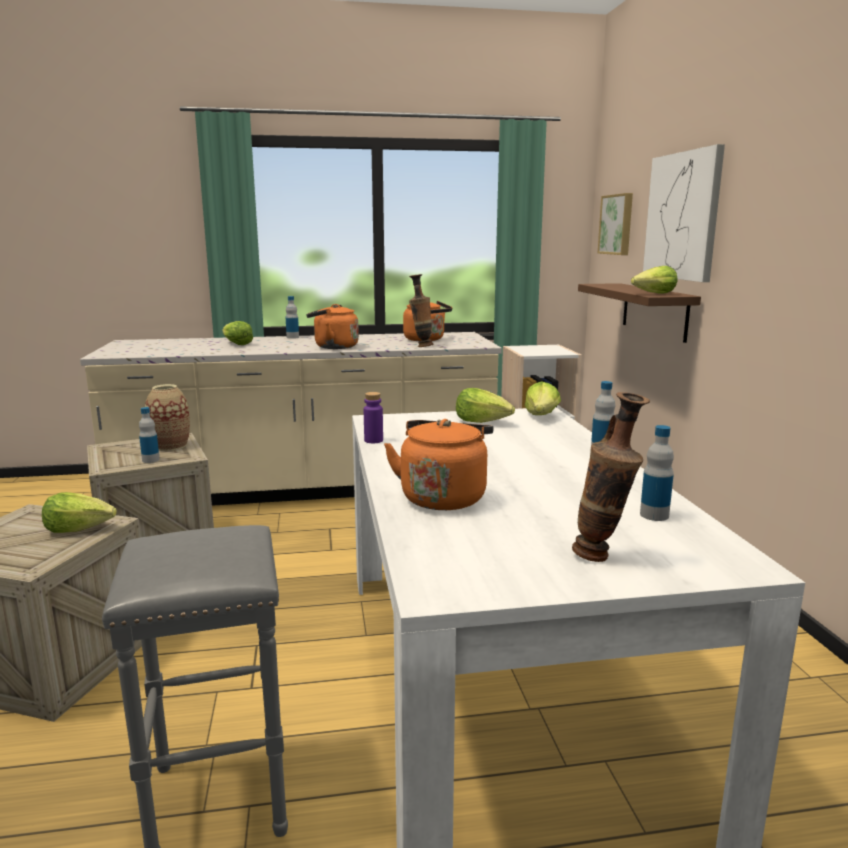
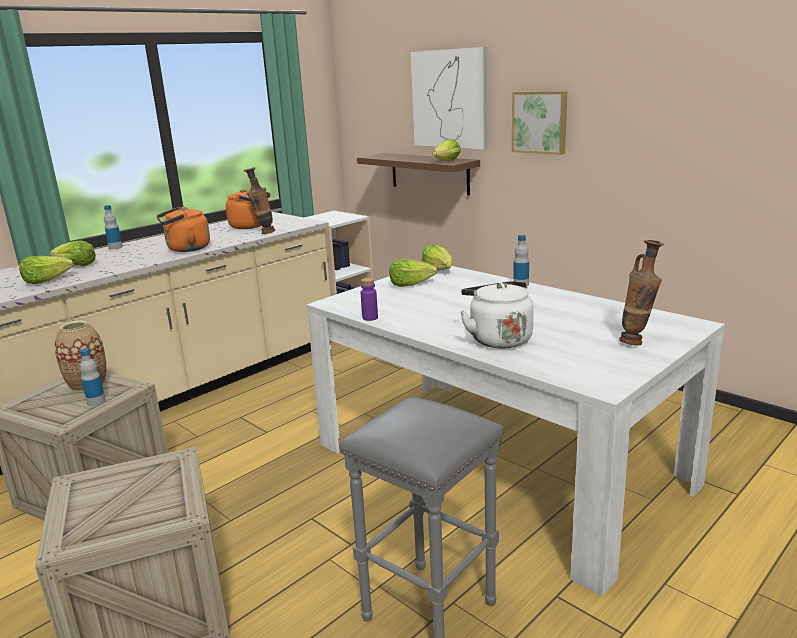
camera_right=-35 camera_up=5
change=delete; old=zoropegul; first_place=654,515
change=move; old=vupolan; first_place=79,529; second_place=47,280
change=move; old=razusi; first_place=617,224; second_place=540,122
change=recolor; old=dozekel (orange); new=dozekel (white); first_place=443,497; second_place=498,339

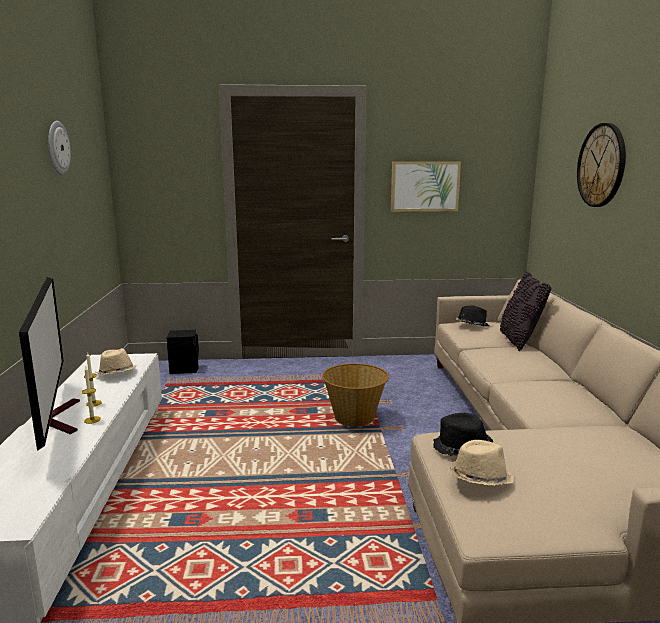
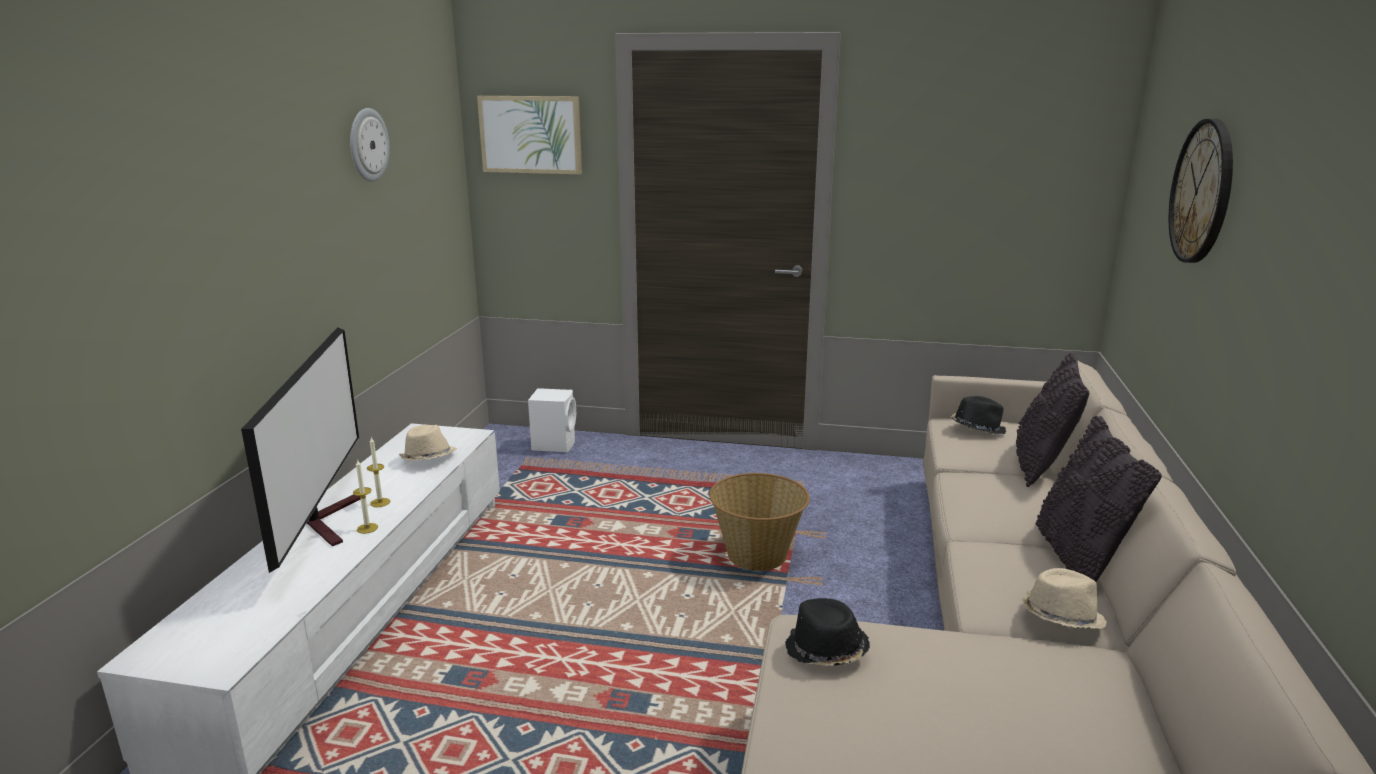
camera_right=15 camera_up=5
change=insert; new=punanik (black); second_place=1079,558
change=move; old=razusi; first_place=425,186; second_place=531,134
change=move; old=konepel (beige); first_place=479,479; second_place=1060,617
change=recolor; old=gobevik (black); new=gobevik (white); first_place=184,369; second_place=554,444

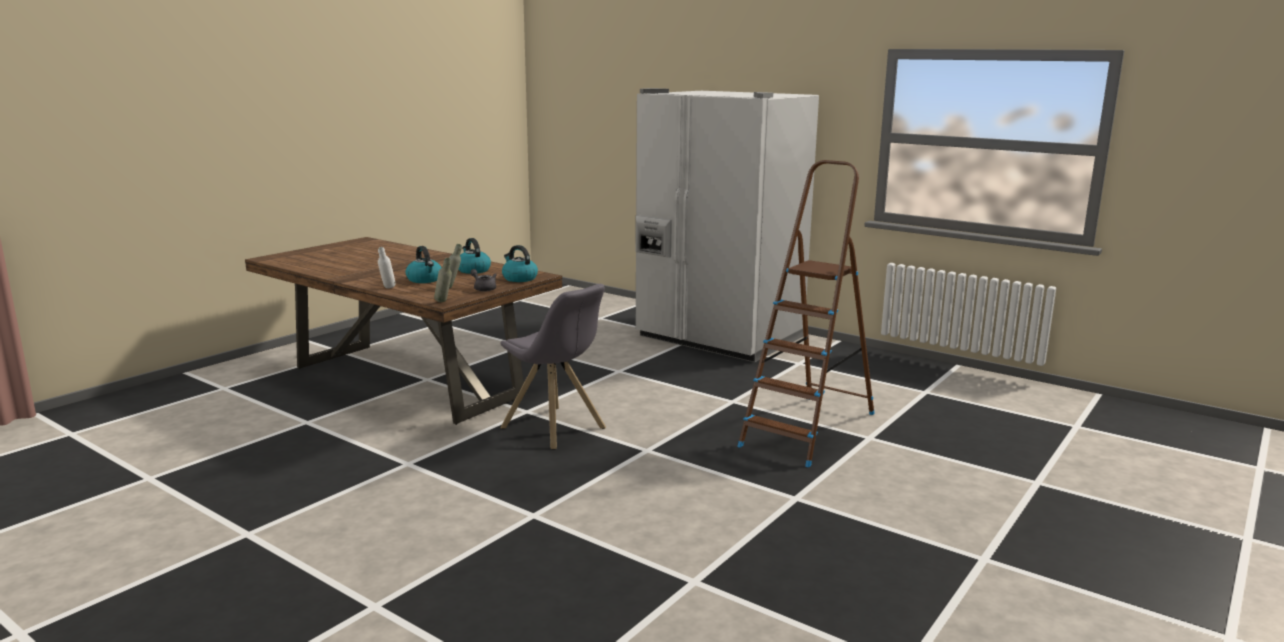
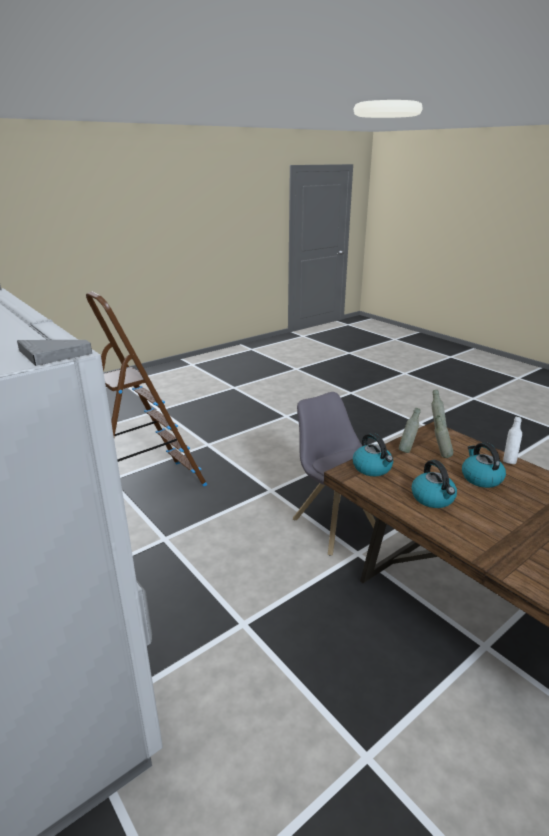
camera_right=-165 camera_up=10
change=replace; old=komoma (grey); new=zoropegul (grey); first_place=483,288; second_place=407,450

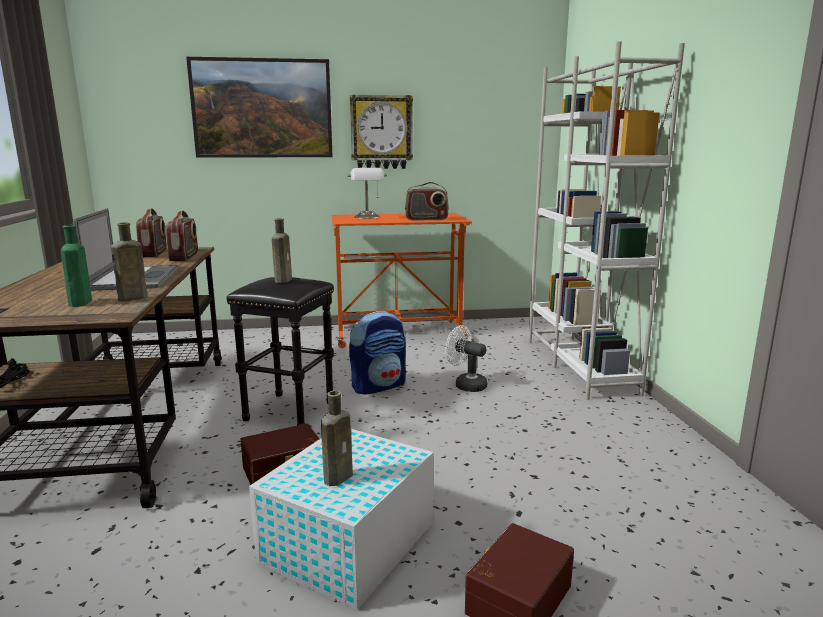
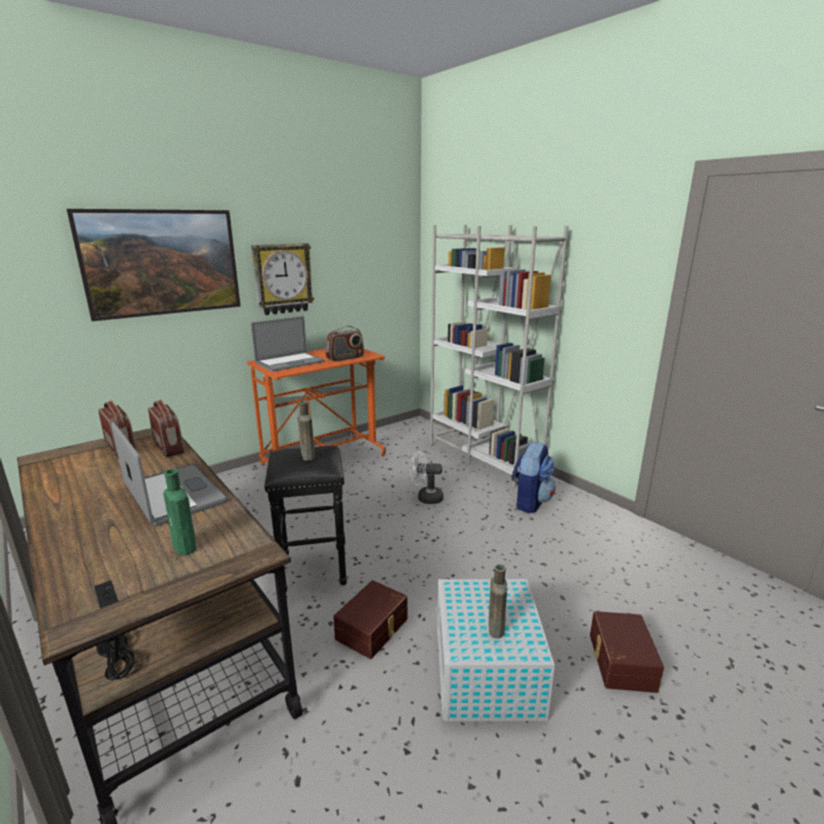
camera_right=-30 camera_up=5
change=delete; old=zoropegul (brown); first_place=130,298
change=move; old=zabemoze; first_place=379,386; second_place=530,501
change=replace; old=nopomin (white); new=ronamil; first_place=368,217; second_place=290,362

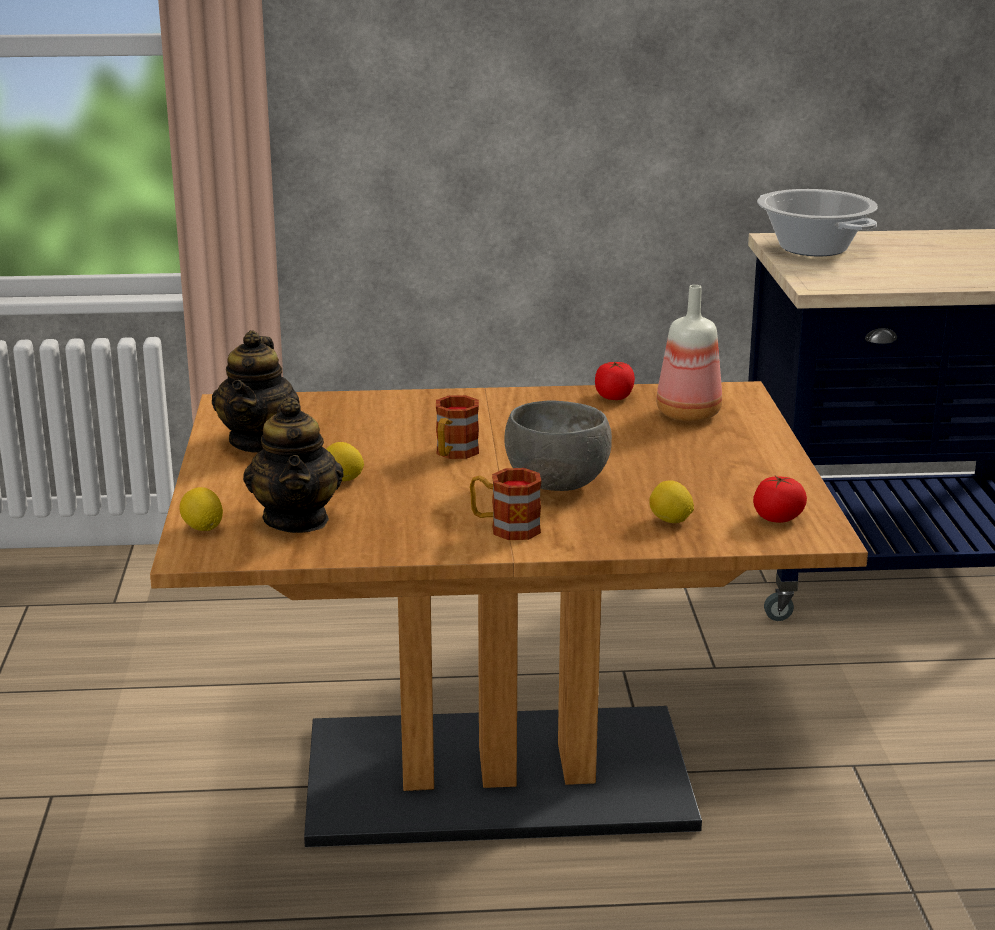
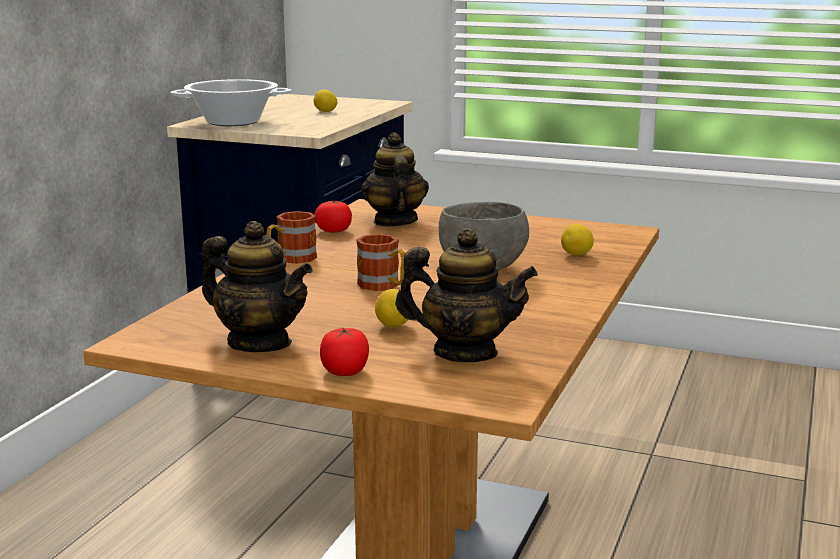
camera_right=-65 camera_up=-5
change=move; old=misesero; first_place=202,528; second_place=325,112
change=move; old=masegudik; first_place=505,528; second_place=290,259
change=move; old=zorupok; first_place=778,518; second_place=345,371
change=replace; old=zoropegul; new=komoma; first_place=686,414; second_place=394,221

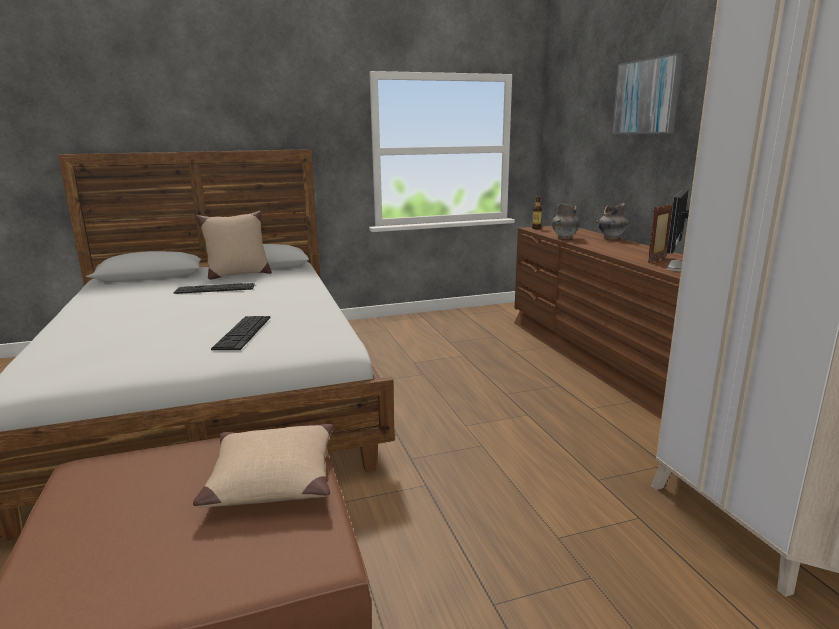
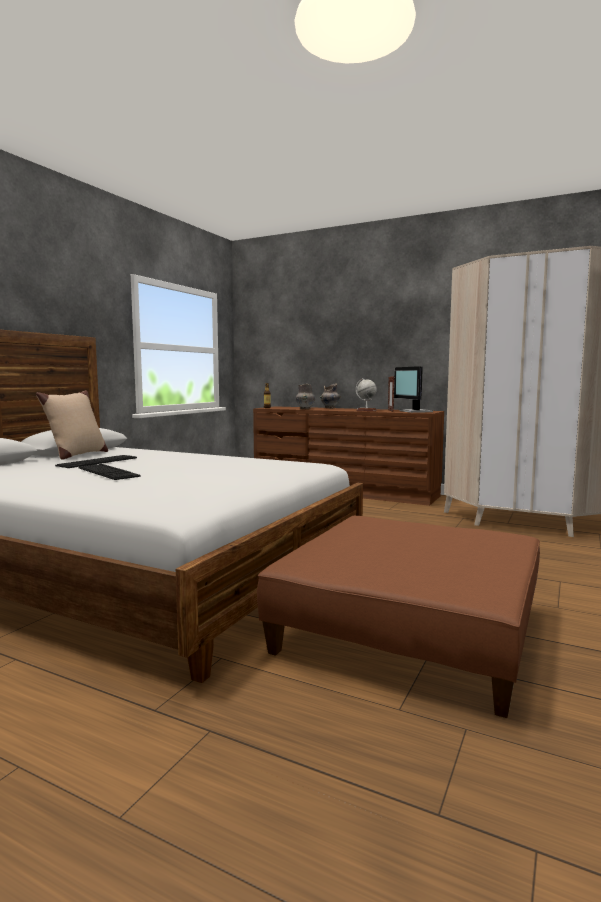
camera_right=-45 camera_up=-10
change=delete; old=punanik (beige); first_place=271,478
change=delete; old=razusi; first_place=646,96
change=insert; new=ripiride; second_place=366,410
change=move; old=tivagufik; first_place=243,332; second_place=108,472

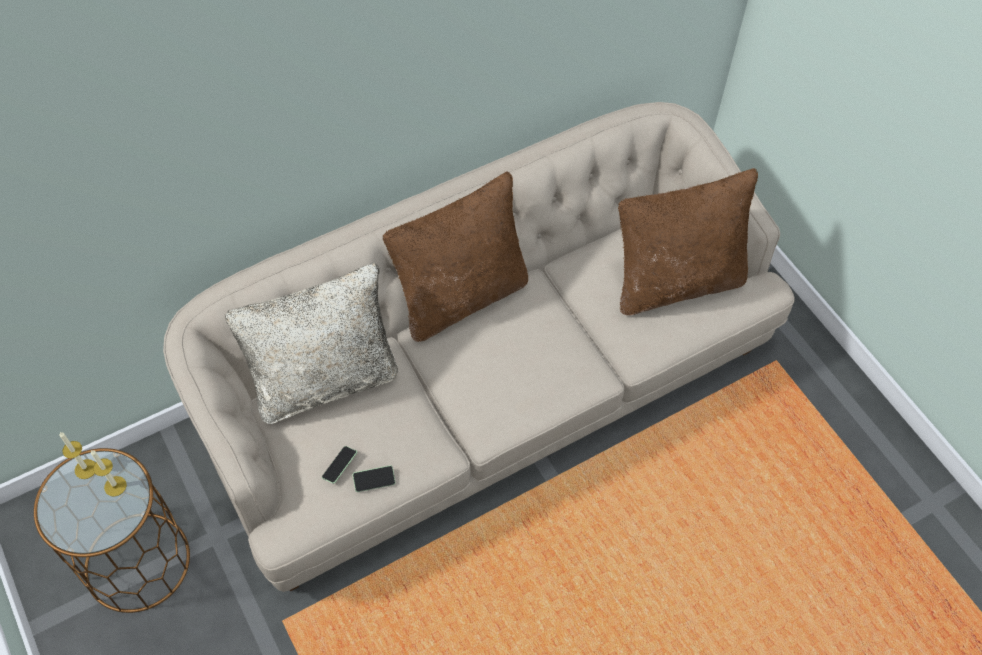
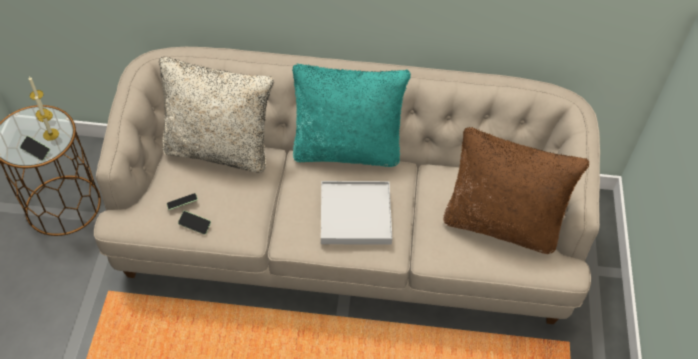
camera_right=35 camera_up=-5
change=insert; new=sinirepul; second_place=36,151
change=insert; new=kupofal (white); second_place=355,215
change=recolor; old=punanik (brown); new=punanik (turquoise); first_place=463,299; second_place=347,153

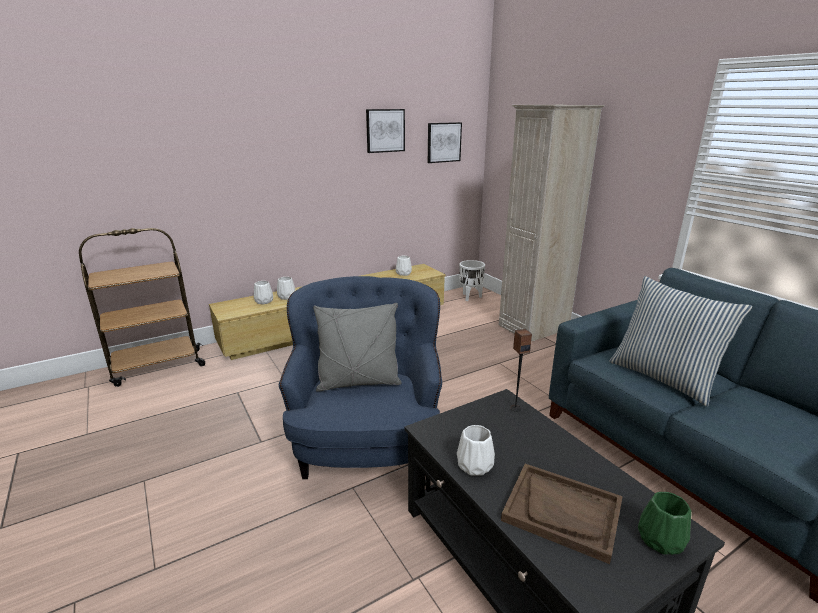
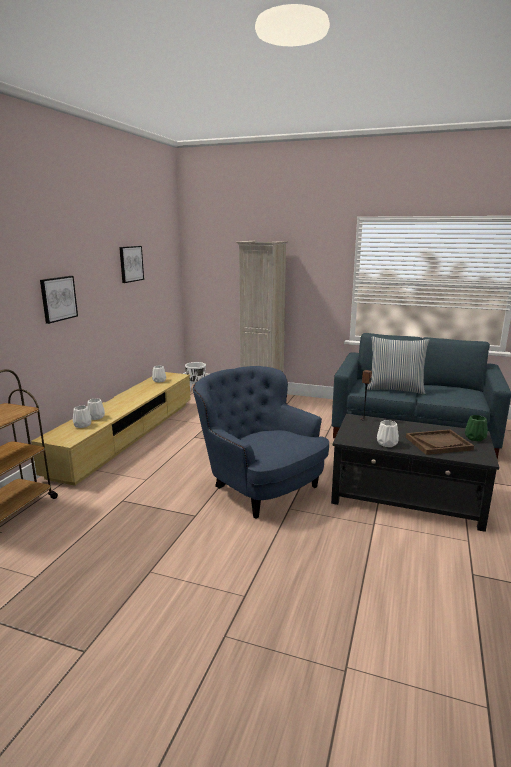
camera_right=-40 camera_up=-5
change=delete; old=punanik (grey); first_place=358,383
change=move; old=razusi; first_place=443,142; second_place=58,298

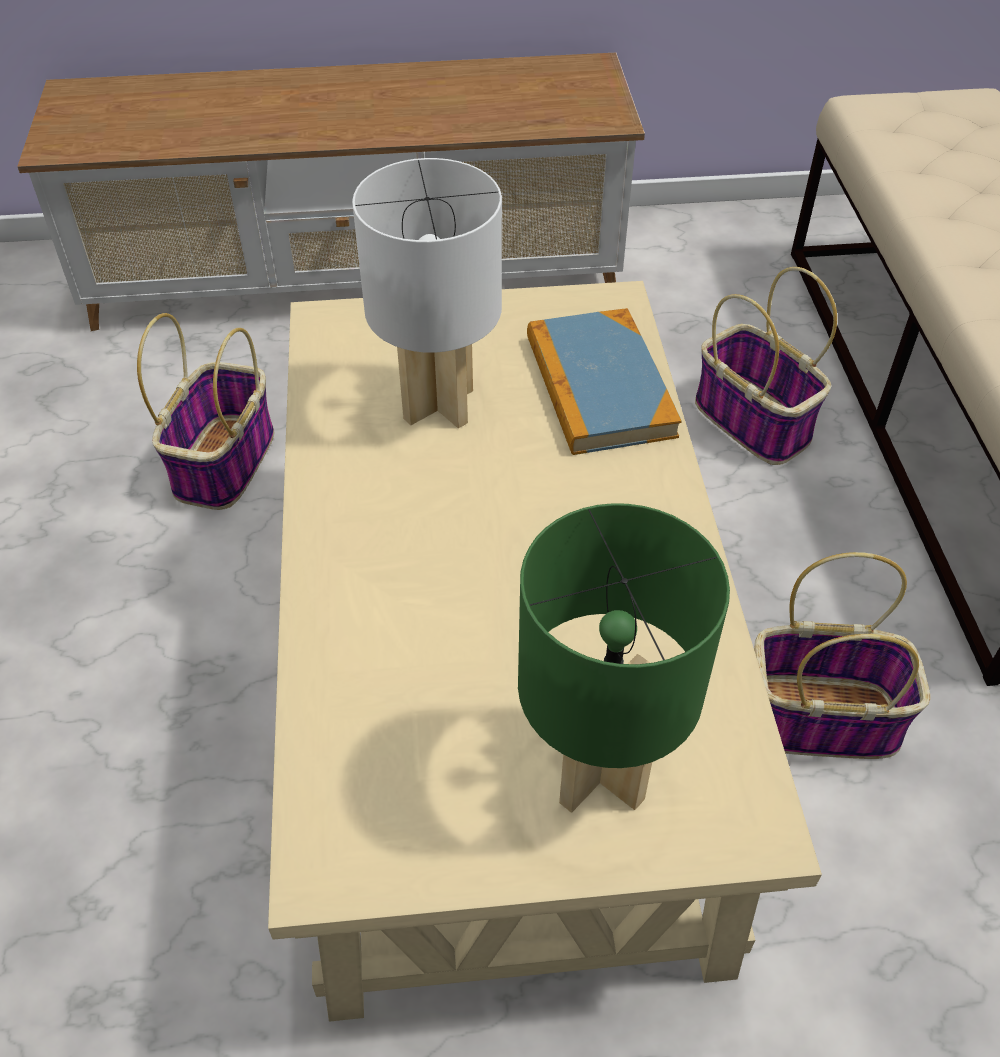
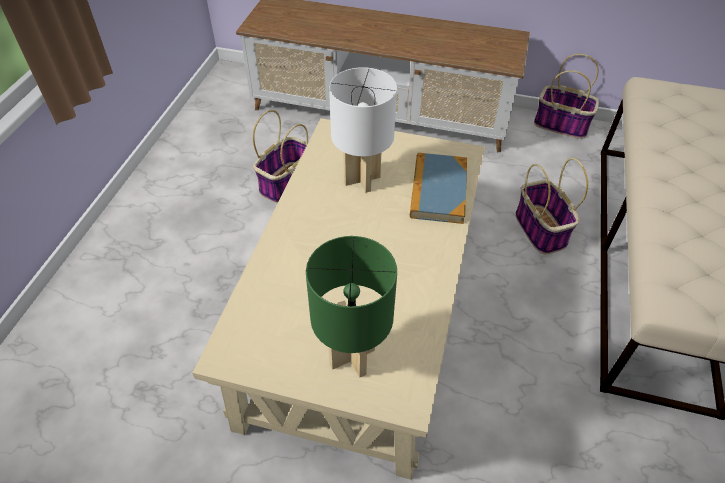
camera_right=20 camera_up=0
change=move; old=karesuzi; first_place=821,718; second_place=562,125

